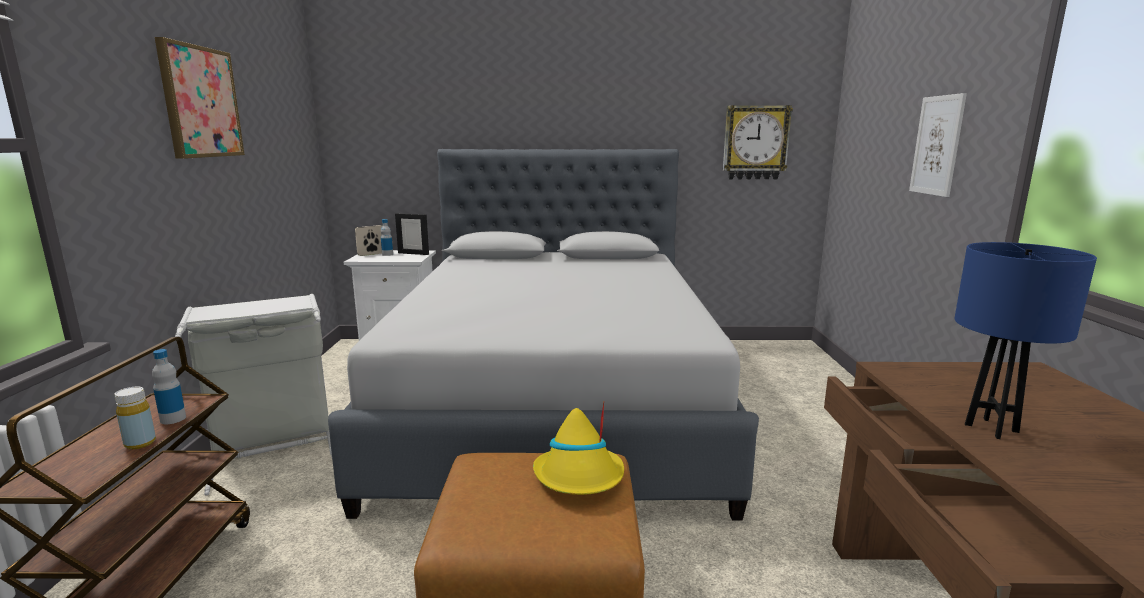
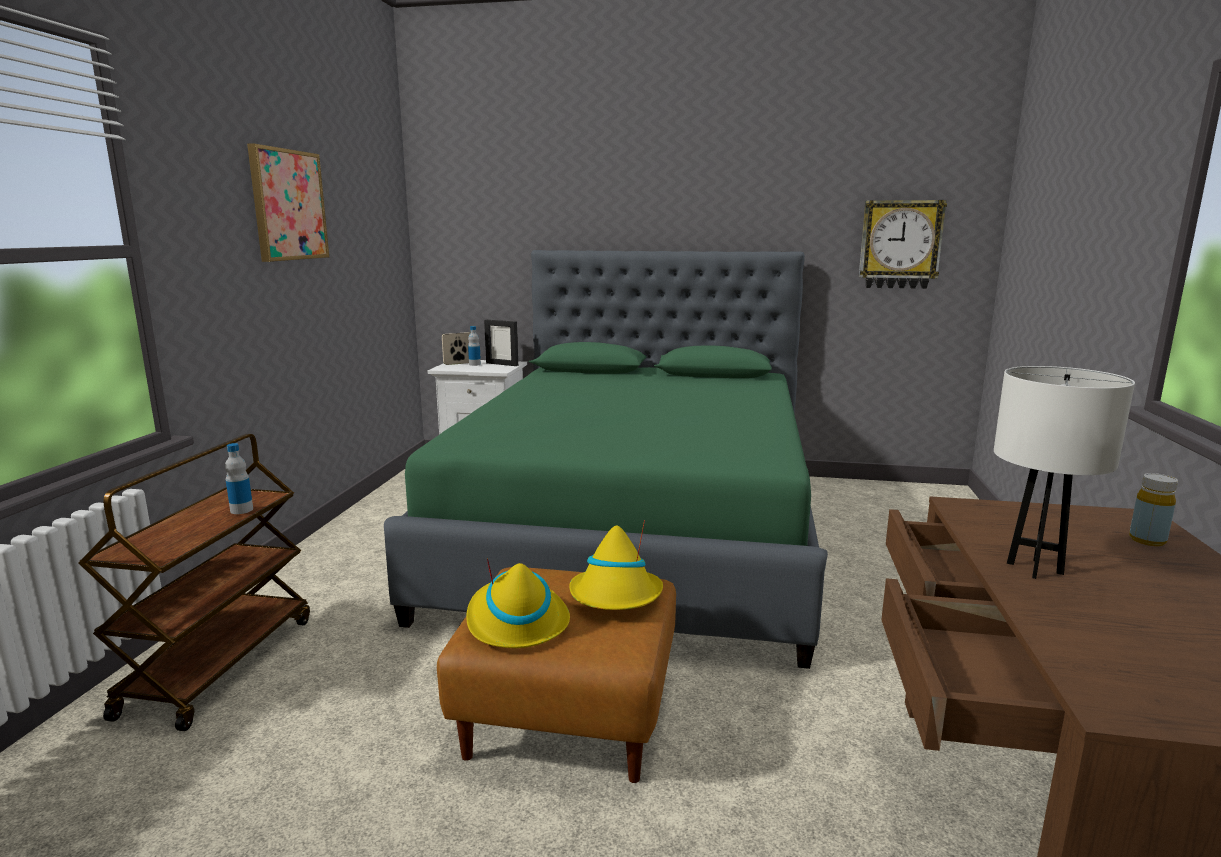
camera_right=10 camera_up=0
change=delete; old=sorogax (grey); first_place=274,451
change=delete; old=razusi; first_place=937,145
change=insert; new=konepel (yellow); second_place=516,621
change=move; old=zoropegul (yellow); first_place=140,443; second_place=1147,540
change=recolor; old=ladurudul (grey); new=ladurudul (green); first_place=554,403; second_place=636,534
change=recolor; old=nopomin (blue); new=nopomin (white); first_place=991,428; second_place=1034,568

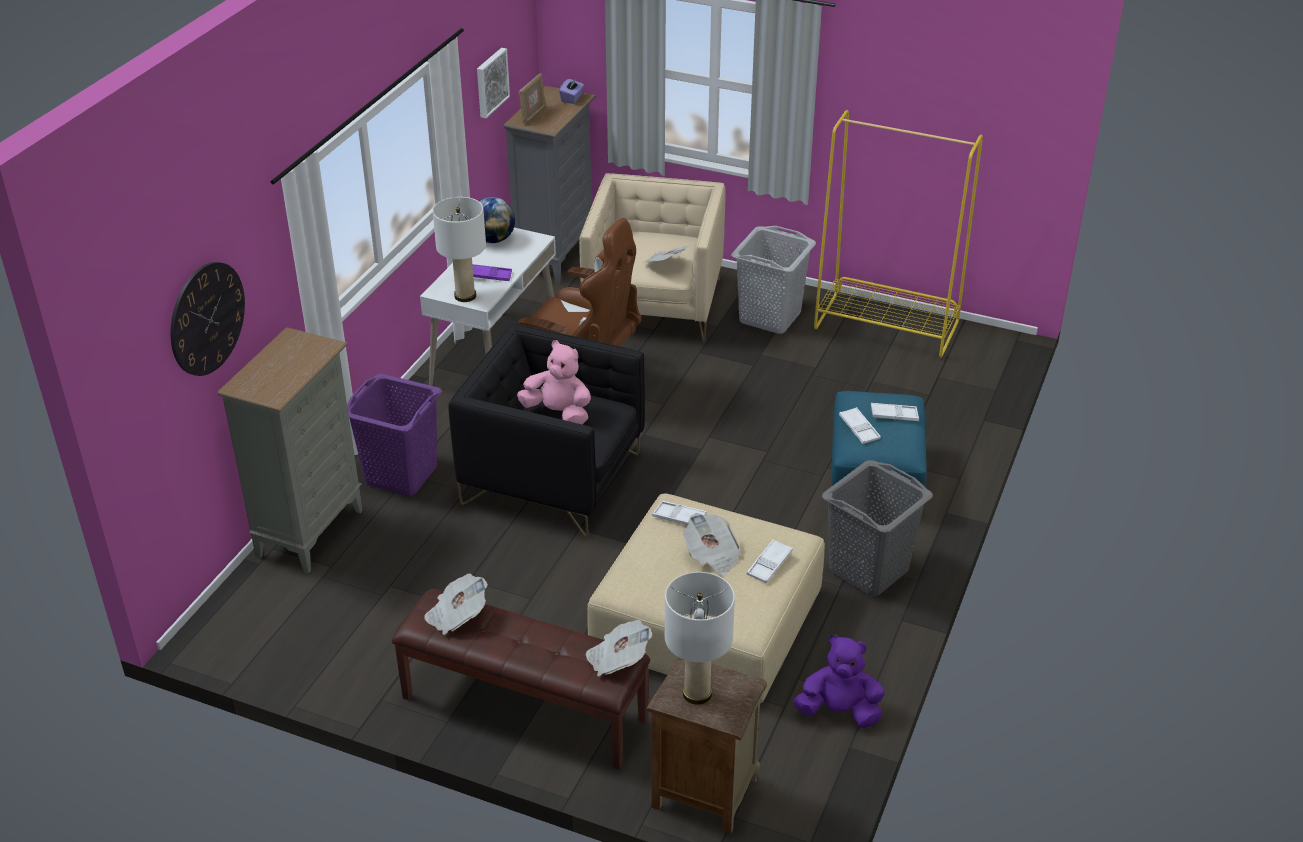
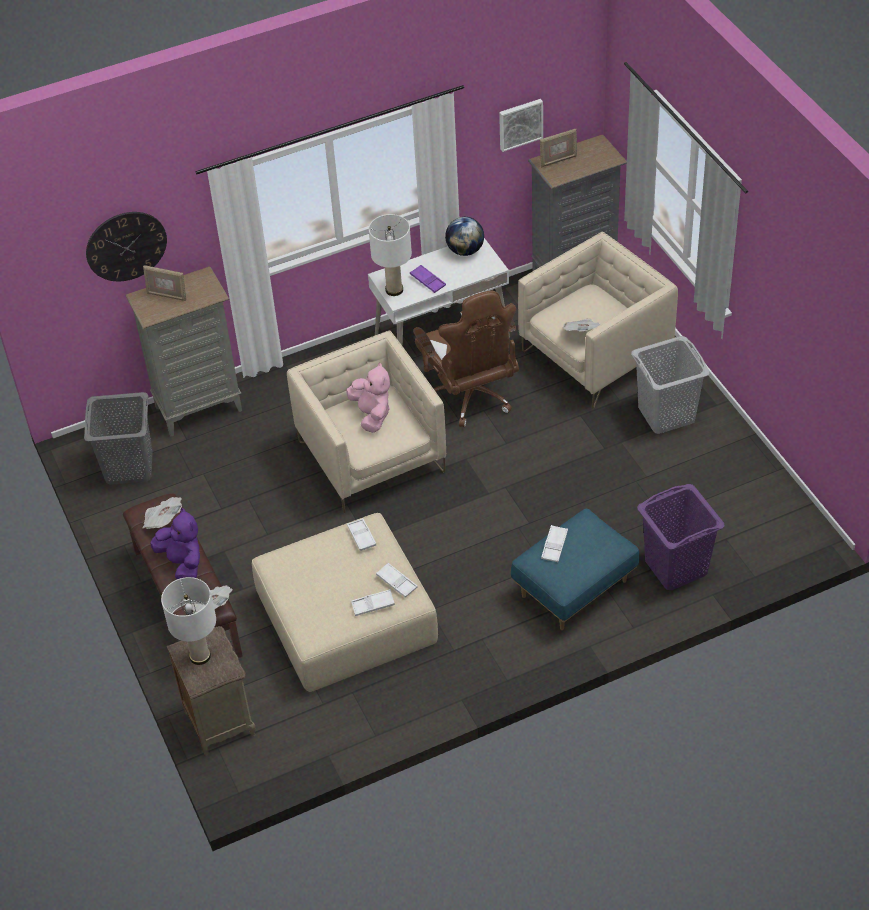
camera_right=45 camera_up=10
change=delete; old=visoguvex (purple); first_place=572,98
change=delete; old=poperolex; first_place=712,556
change=delete; old=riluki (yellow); first_place=886,326
change=insert; new=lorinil; second_place=167,295
change=move; old=sorogax (purple); first_place=401,475; second_place=676,567
change=move; old=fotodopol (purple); first_place=839,711; second_place=183,563
change=move; old=sorogax (grey); first_place=867,570; second_place=129,467
change=move; old=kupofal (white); first_place=894,415; second_place=396,582
change=recolor; old=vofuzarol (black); new=vofuzarol (beige); first_place=553,480; second_place=371,458

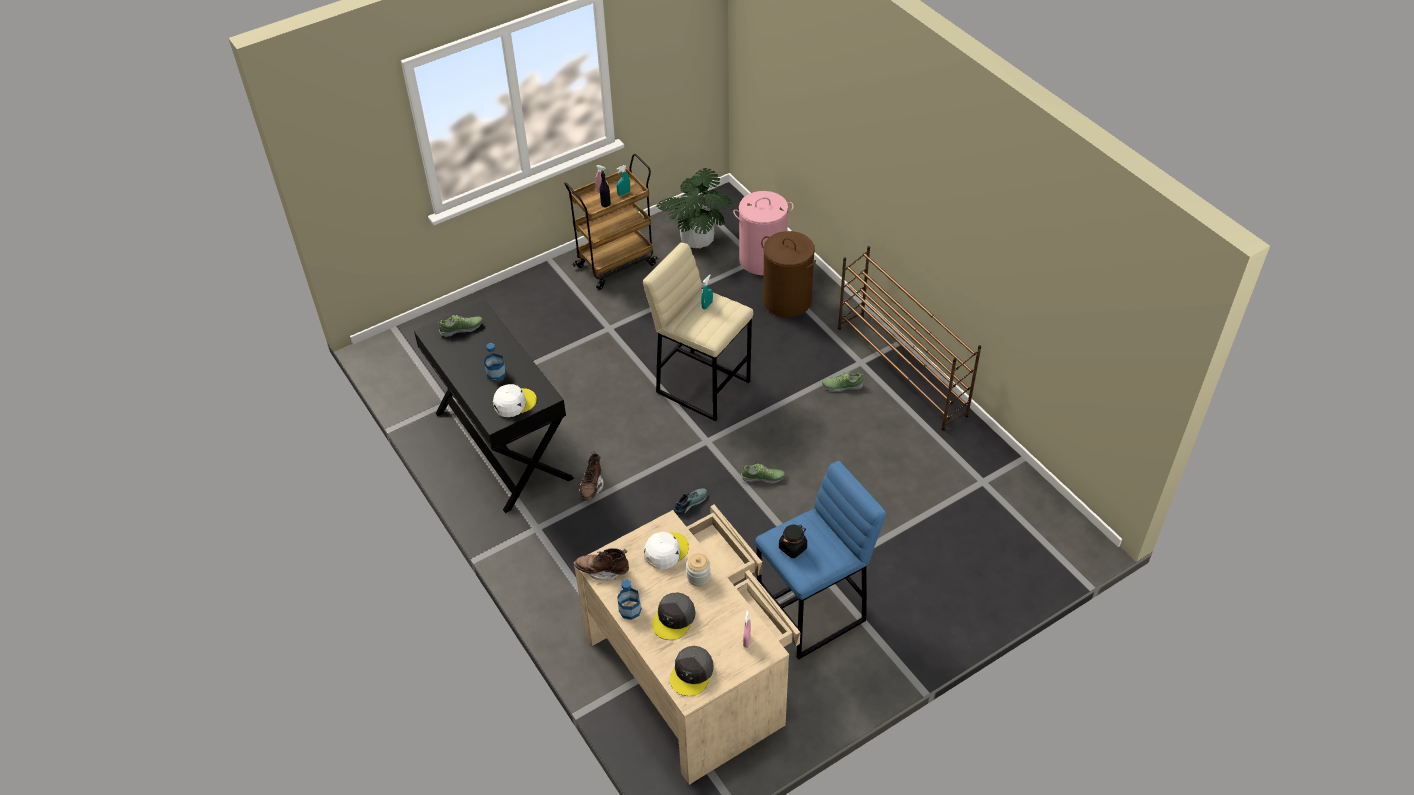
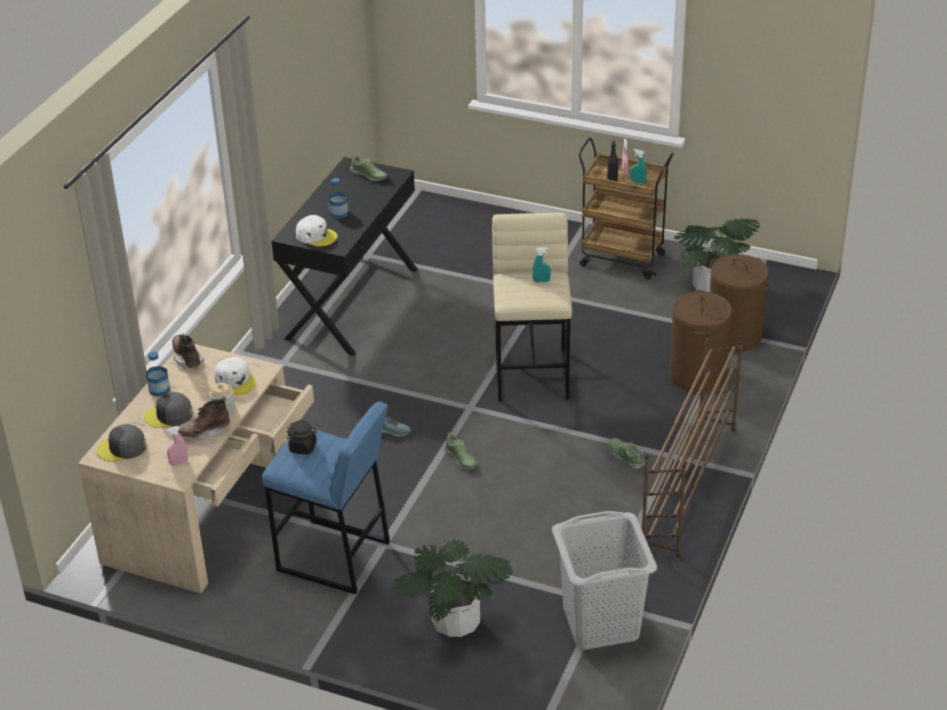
camera_right=55 camera_up=-10
change=insert; new=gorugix; second_place=455,622
change=insert; new=sorogax (grey); second_place=600,624
change=move; old=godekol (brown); first_place=591,487; second_place=204,432
change=recolor; old=sorogax (pink); new=sorogax (brown); first_place=763,259; second_place=734,336
change=rotate; old=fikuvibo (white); first_place=666,551; second_place=235,381; degrees=45

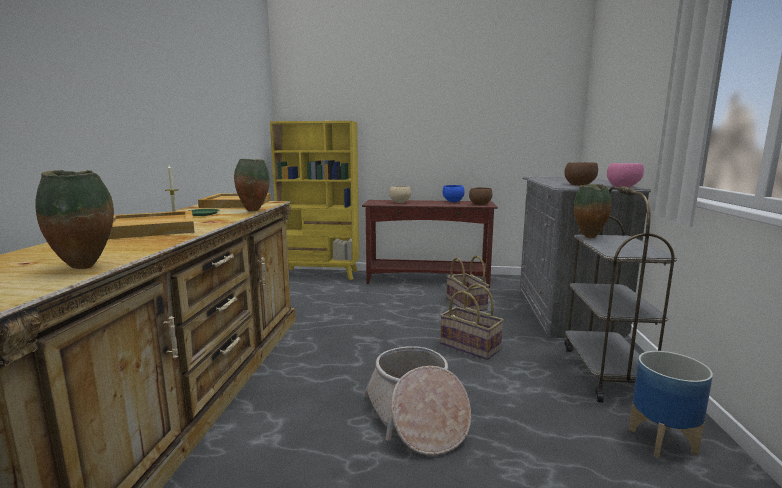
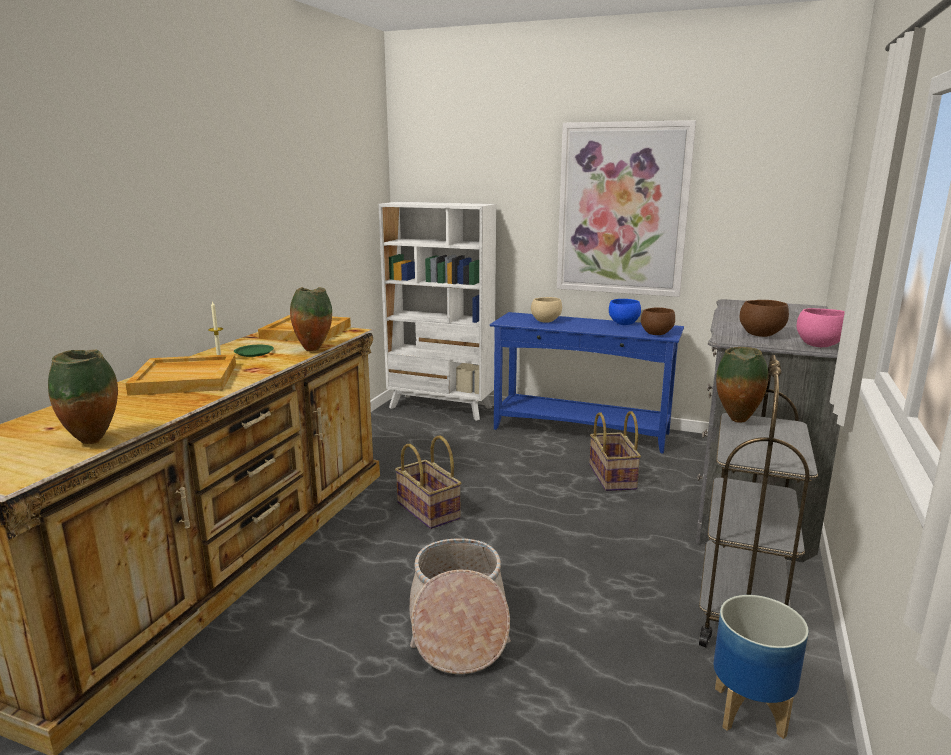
camera_right=15 camera_up=5
change=insert; new=razusi; second_place=622,209
change=move; old=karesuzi; first_place=470,346; second_place=429,510
change=recolor; old=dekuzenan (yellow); new=dekuzenan (white); first_place=320,274; second_place=441,408
change=recolor; old=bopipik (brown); new=bopipik (blue); first_place=428,279; second_place=581,431

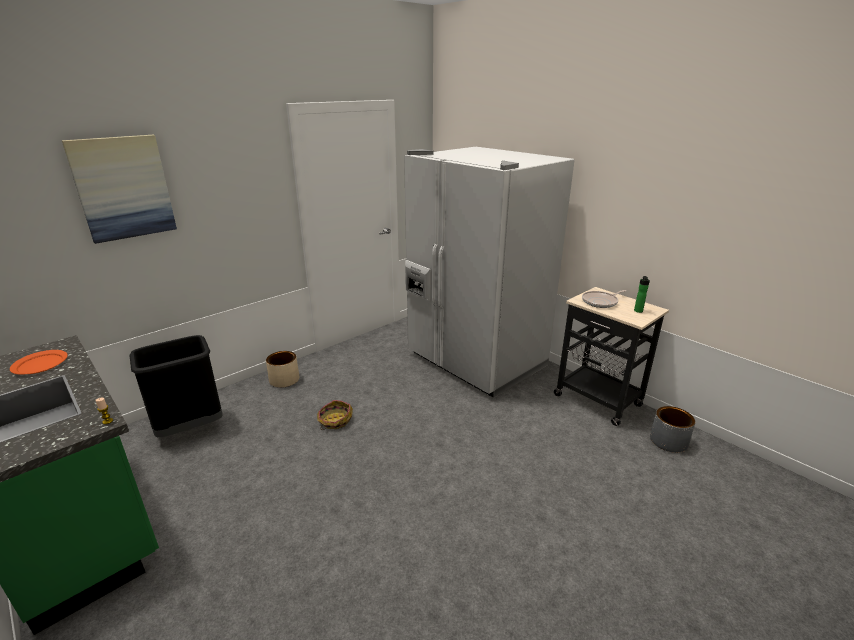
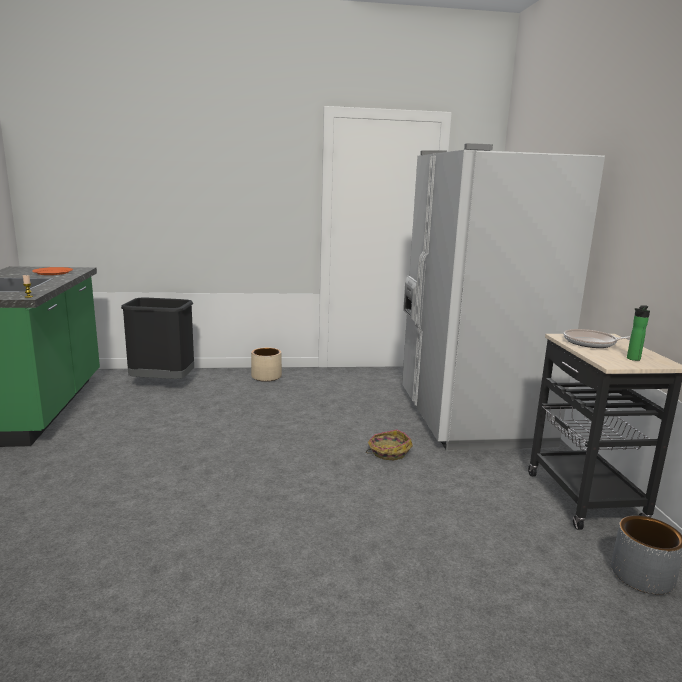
camera_right=35 camera_up=-10
change=delete; old=razusi; first_place=123,188
change=move; old=karesuzi; first_place=335,421; second_place=388,452

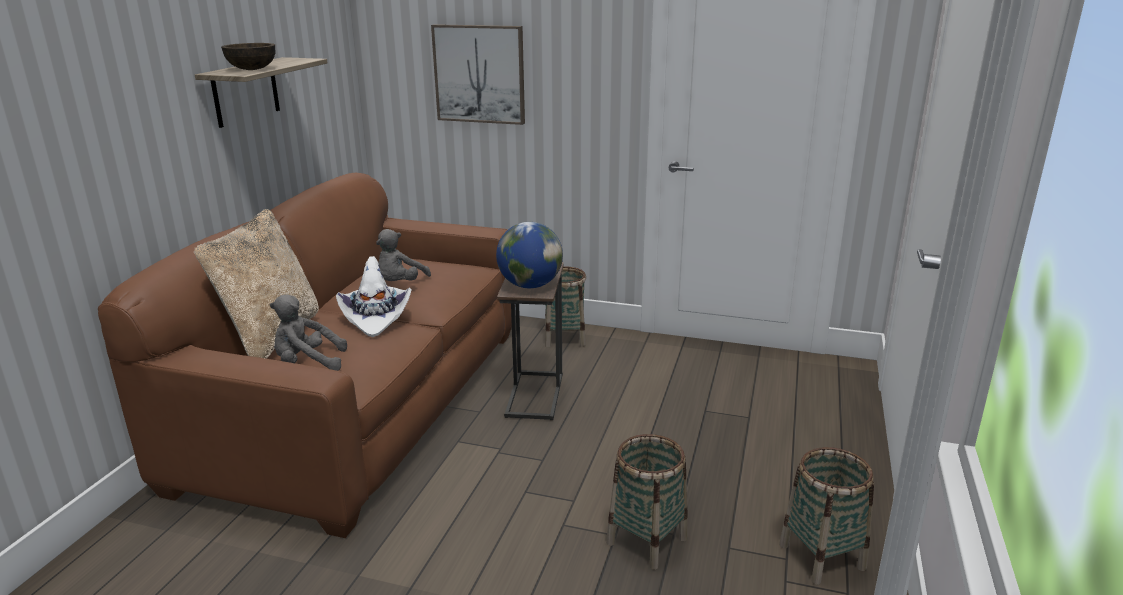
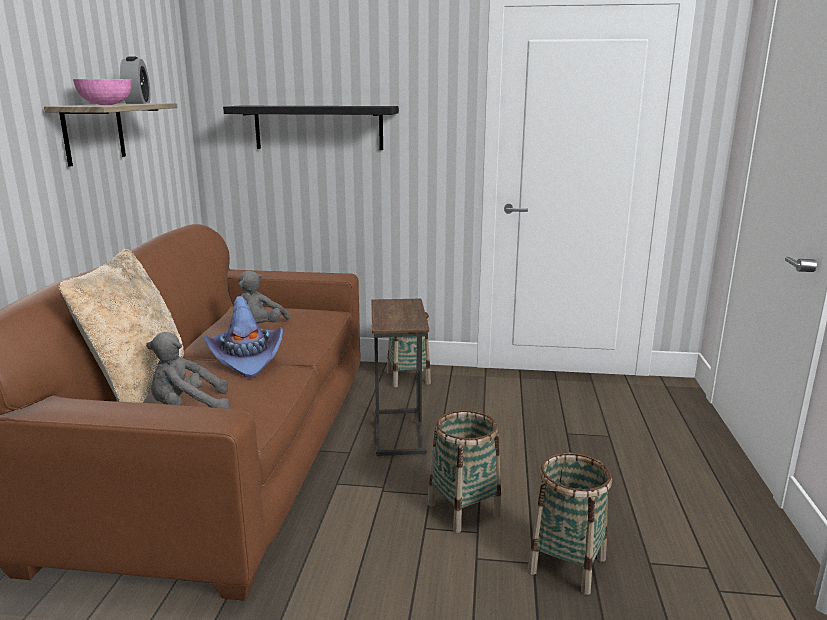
camera_right=-10 camera_up=-5
change=delete; old=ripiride; first_place=530,285
change=insert; new=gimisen; second_place=138,103
change=move; old=karesuzi; first_place=822,556; second_place=464,510
change=replace; old=razusi; new=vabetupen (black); first_place=479,74; second_place=318,127
change=recolor; old=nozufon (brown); new=nozufon (pink); first_place=252,69; second_place=106,104
change=recolor; old=konepel (white); new=konepel (purple); first_place=376,316; second_place=247,358

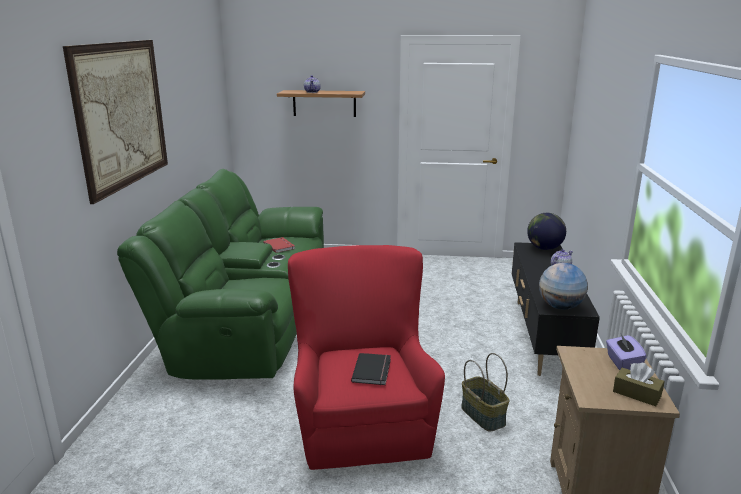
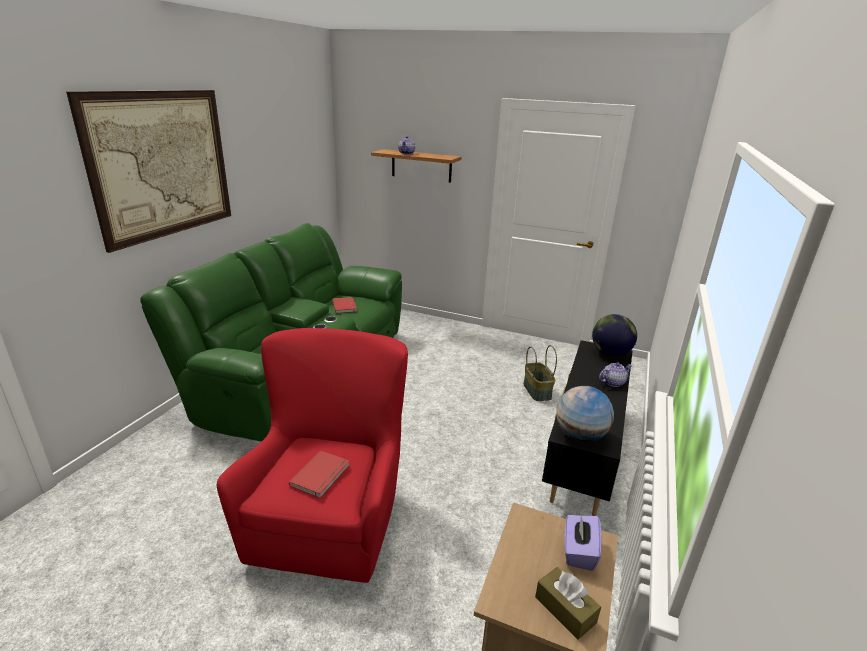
camera_right=15 camera_up=5
change=move; old=karesuzi; first_place=483,415; second_place=537,391
change=recolor; old=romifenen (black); new=romifenen (red); first_place=373,370; second_place=322,475

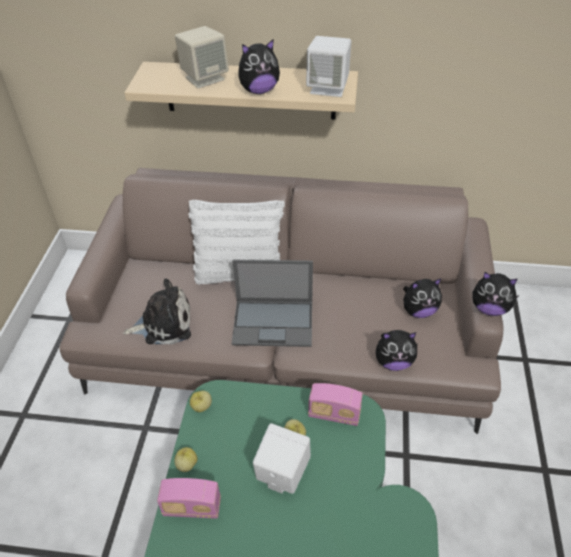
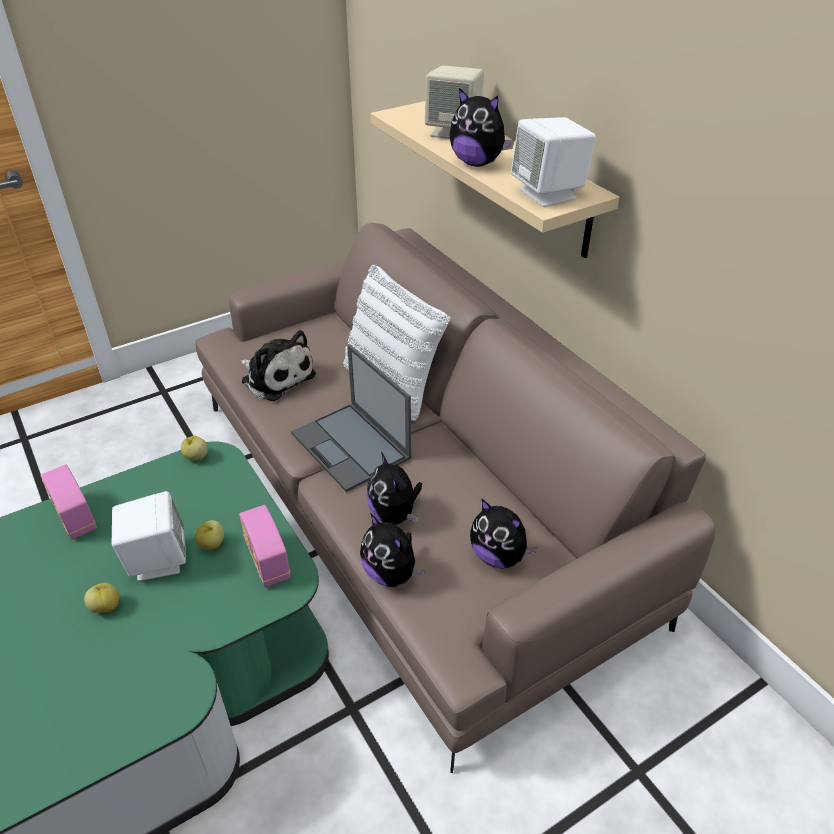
camera_right=50 camera_up=-5
change=move; old=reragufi; first_place=186,464; second_place=106,606
change=move; old=fotodopol; first_place=489,308; second_place=394,514

